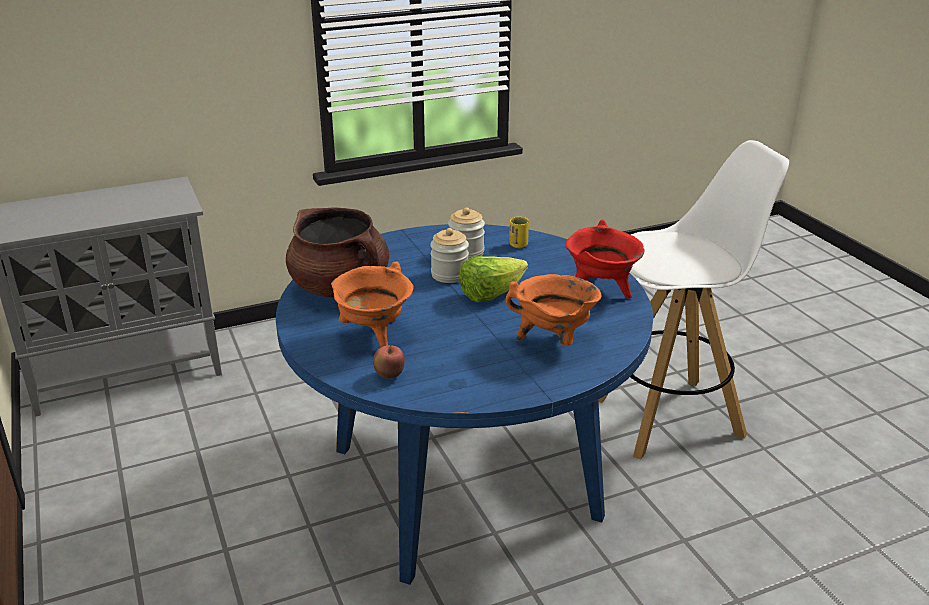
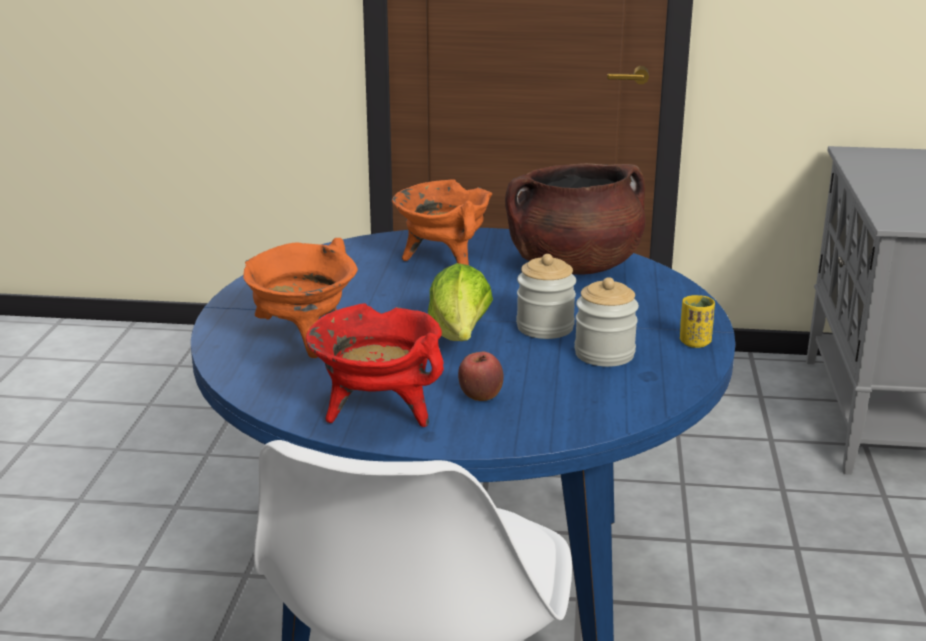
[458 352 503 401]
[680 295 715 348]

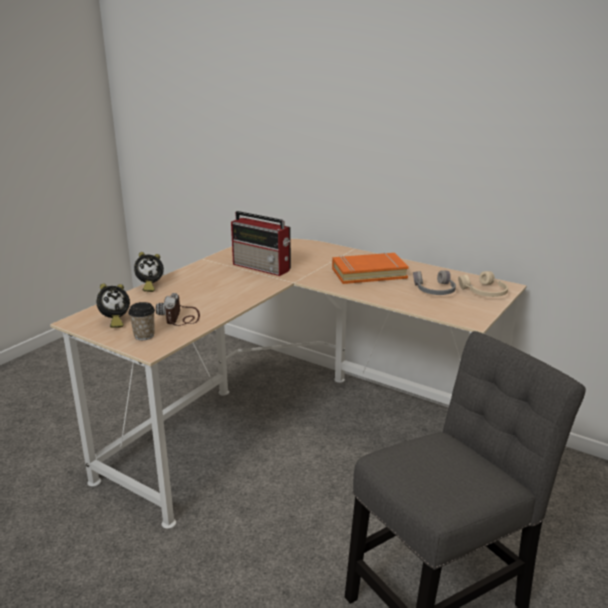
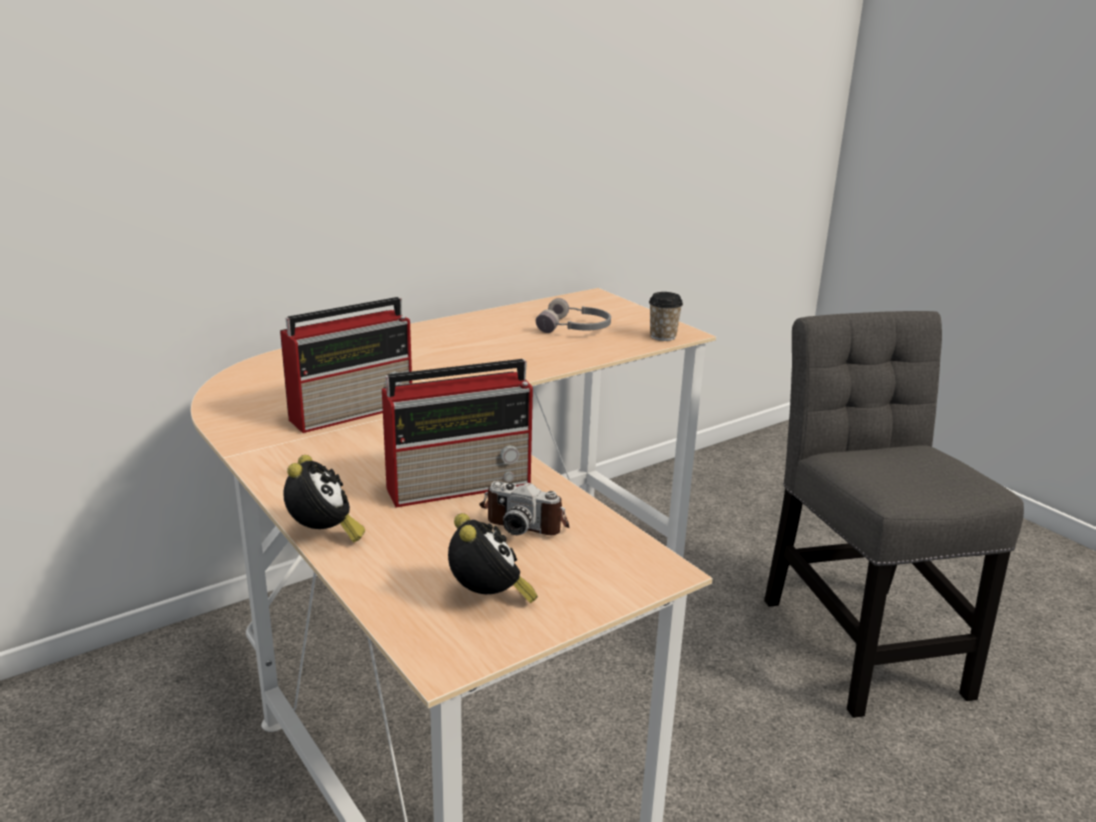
[382 359 533 508]
[649 292 683 341]
[332 252 409 284] (first image)
[458 271 508 297] (first image)

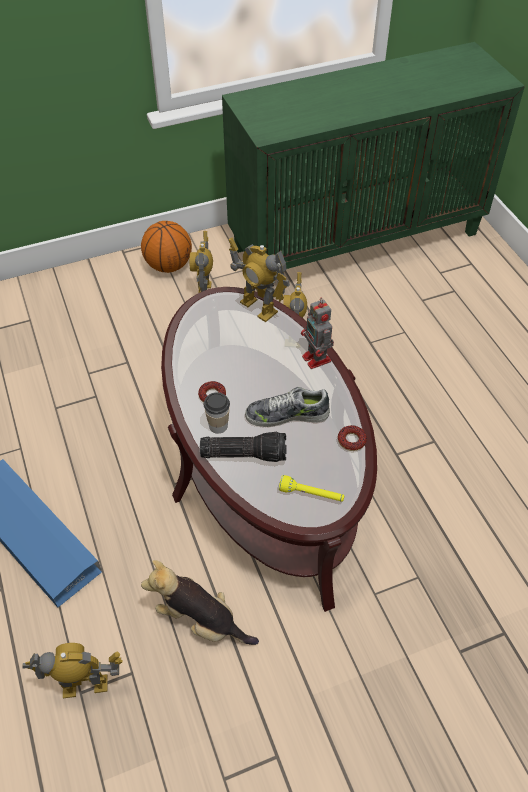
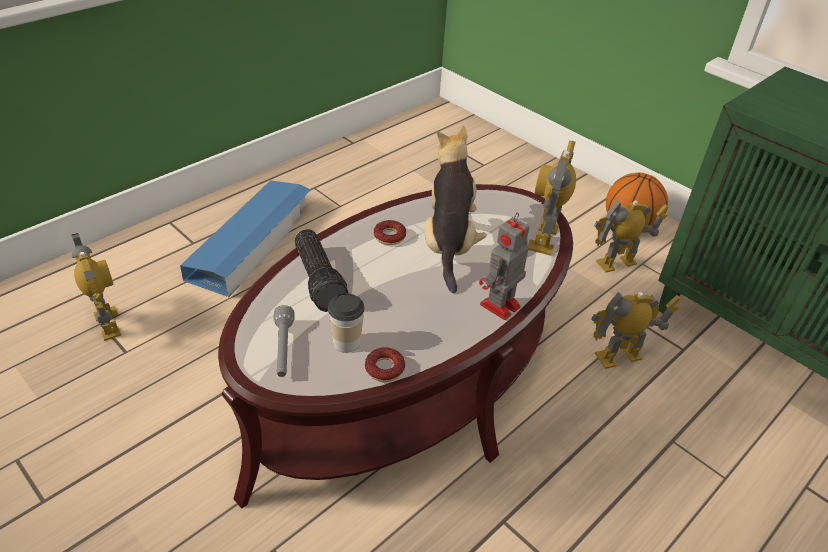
[273 305 295 377]
[328 292 364 353]
[424 126 486 293]
[245 387 330 427] (first image)

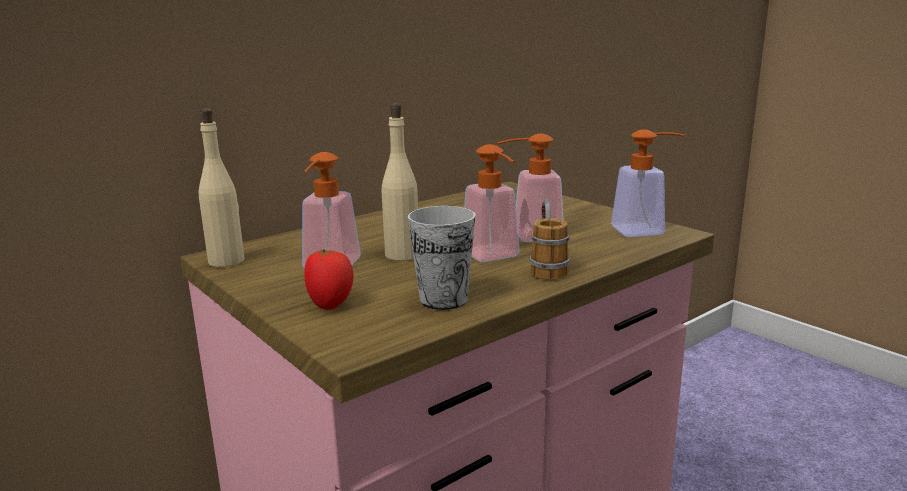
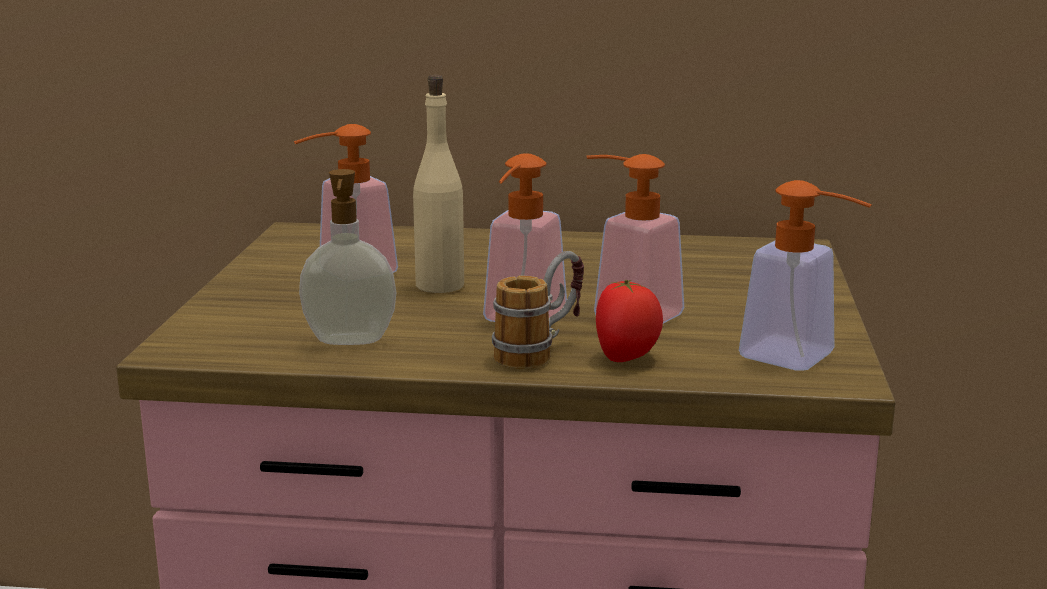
[299 169 396 345]
[596 279 663 362]
[199 108 245 267] (first image)

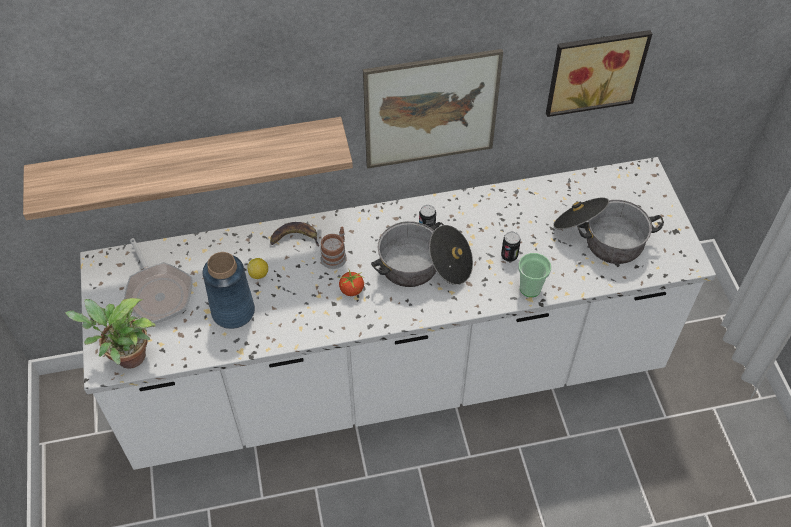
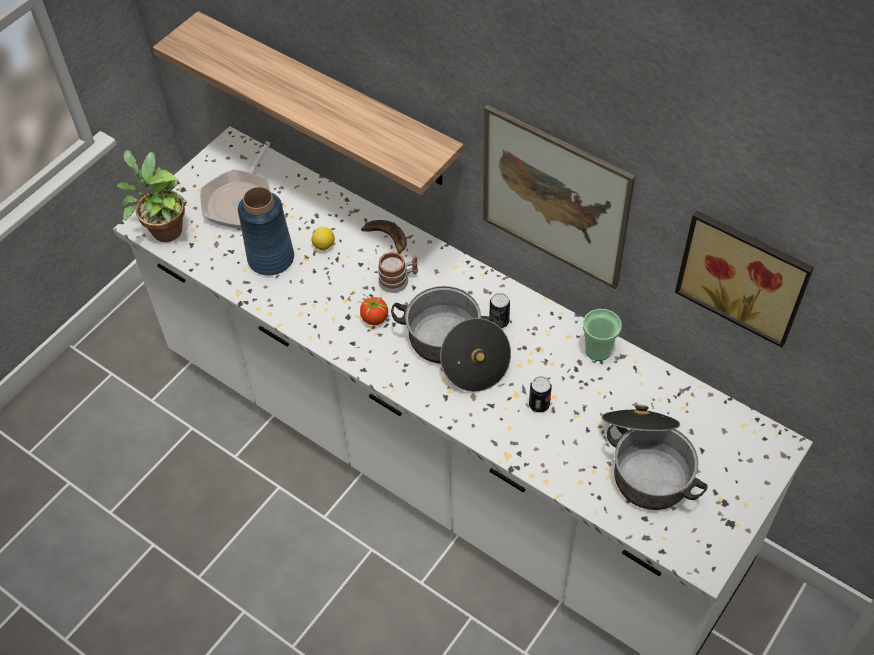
[583 309 621 361]

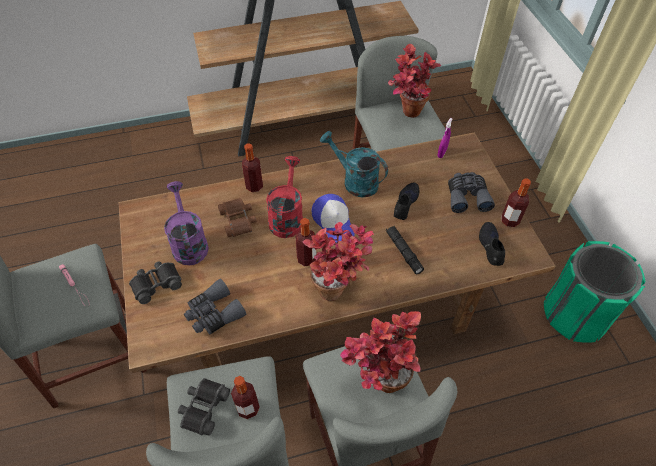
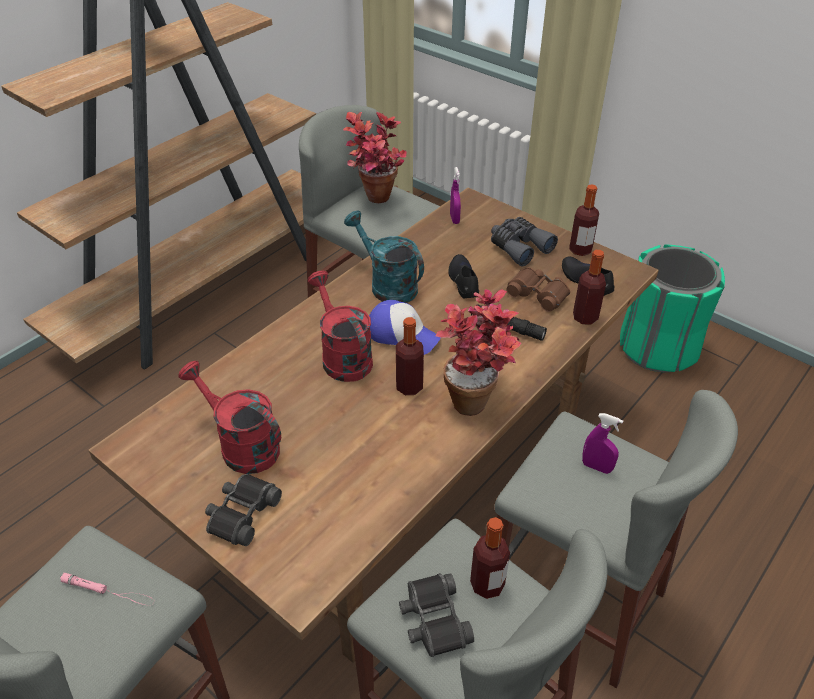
[178 361 281 474]
[344 210 424 303]
[506 267 570 312]
[573 250 606 325]
[582 413 623 474]
[184 279 246 334] (first image)

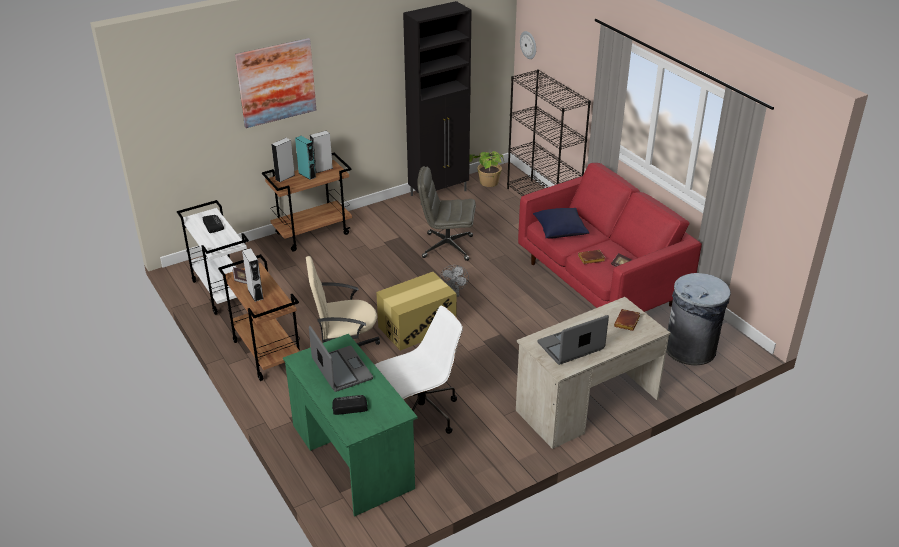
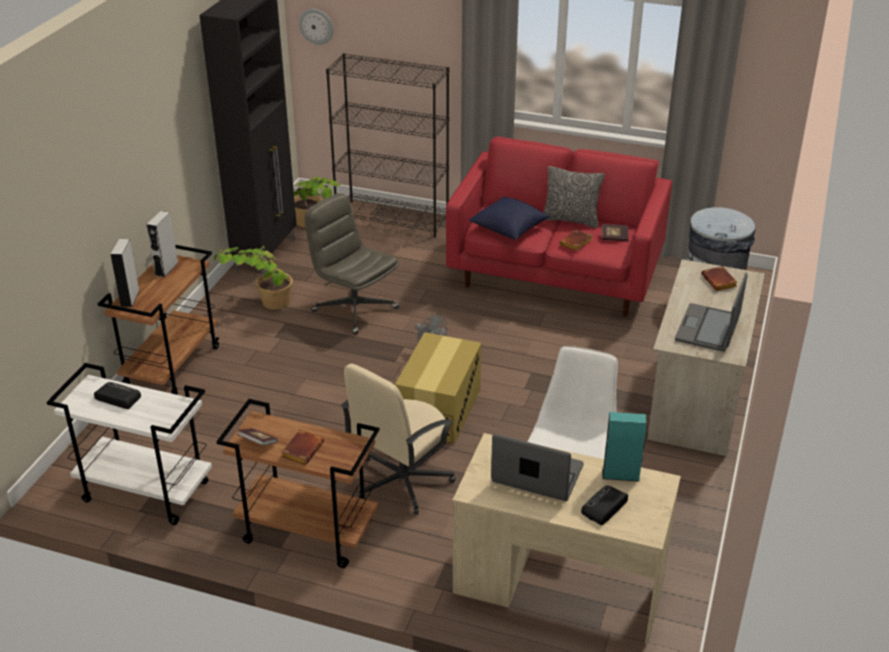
[214 245 293 310]
[281 429 324 465]
[305 193 399 335]
[452 433 681 644]
[543 166 605 228]
[602 412 647 482]
[235 38 316 128] (first image)

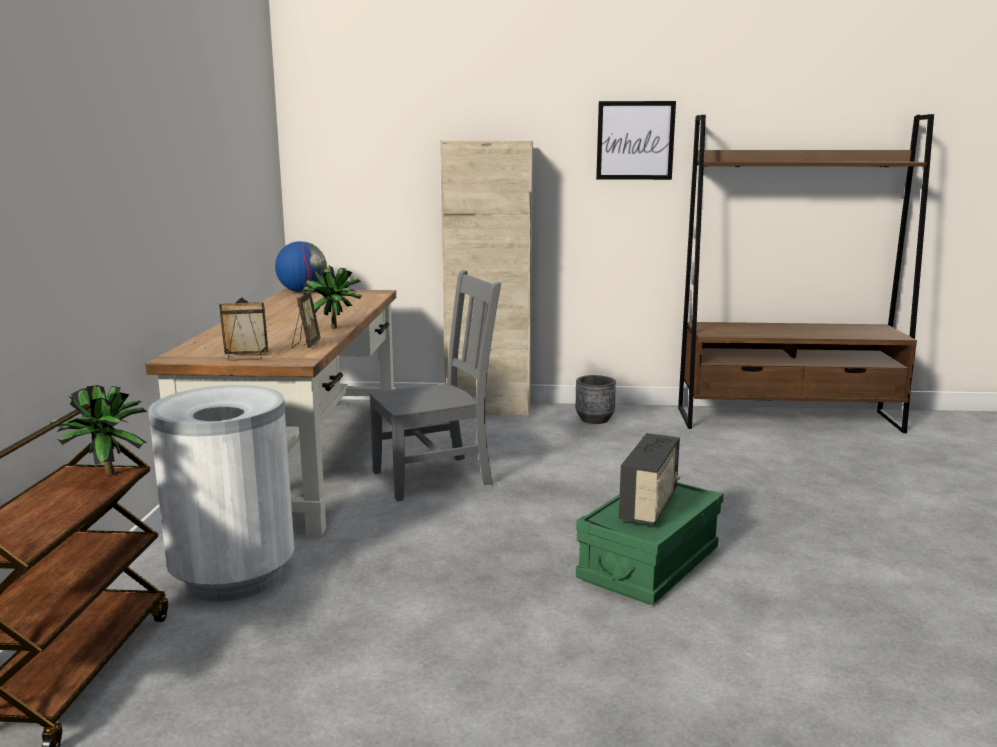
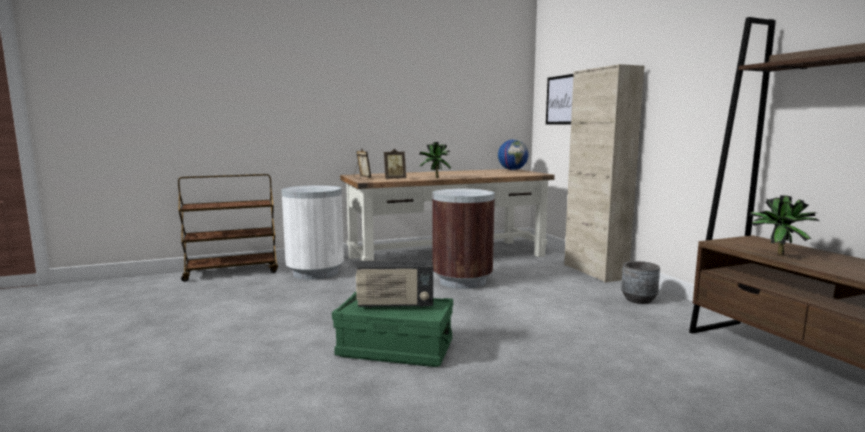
[432 189 495 289]
[546 74 574 124]
[748 195 819 256]

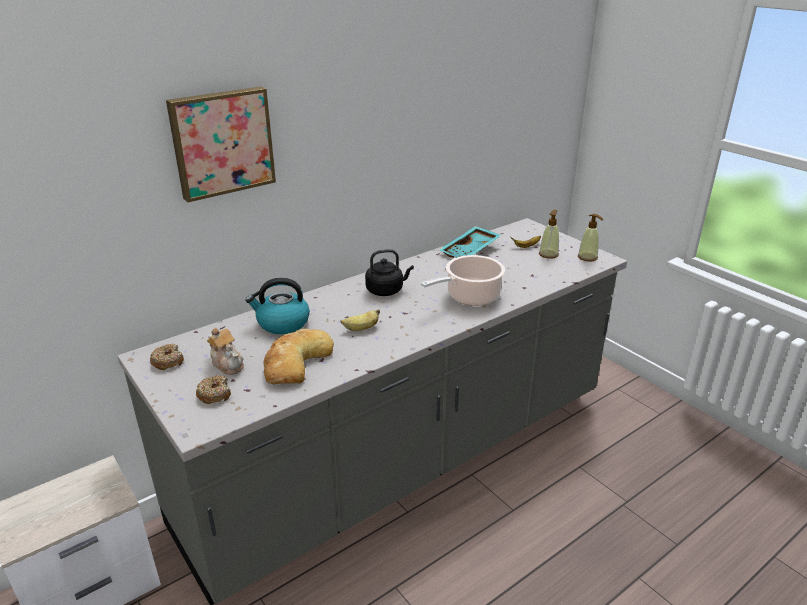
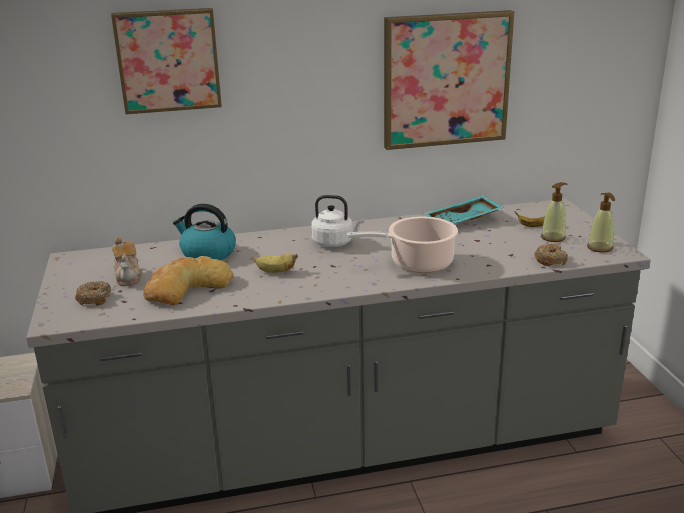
[311 195 364 247]
[384 10 514 150]
[534 244 568 266]

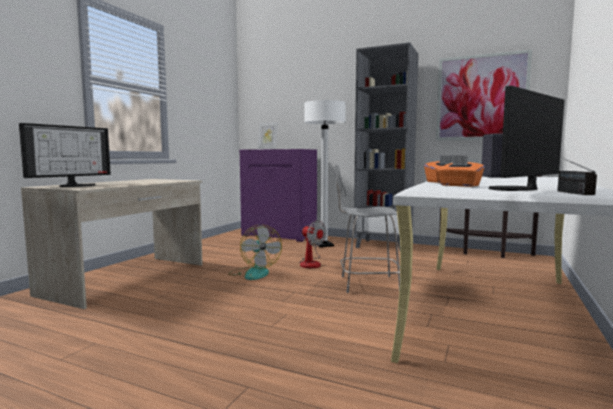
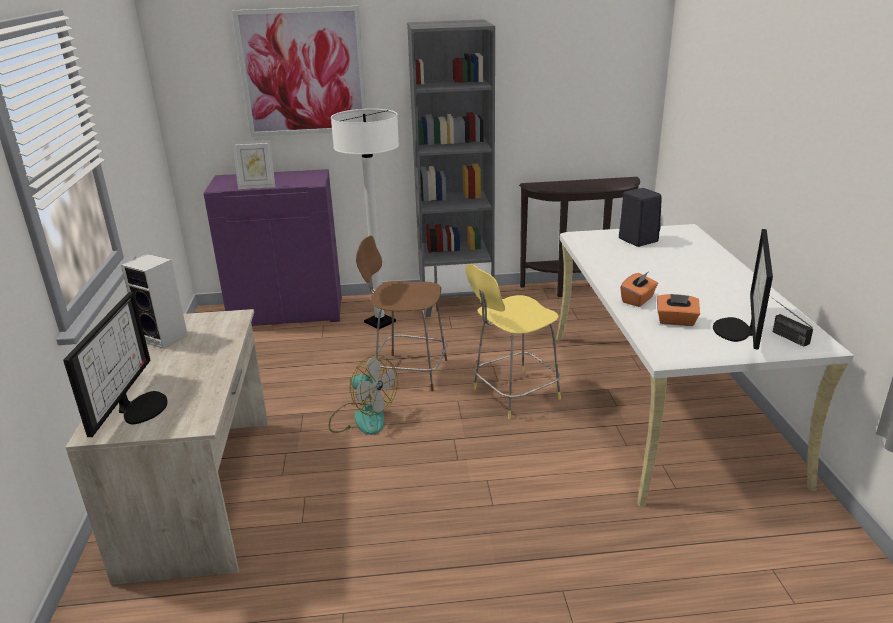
[121 254 188 349]
[232 6 367 137]
[356 235 448 391]
[466 264 561 419]

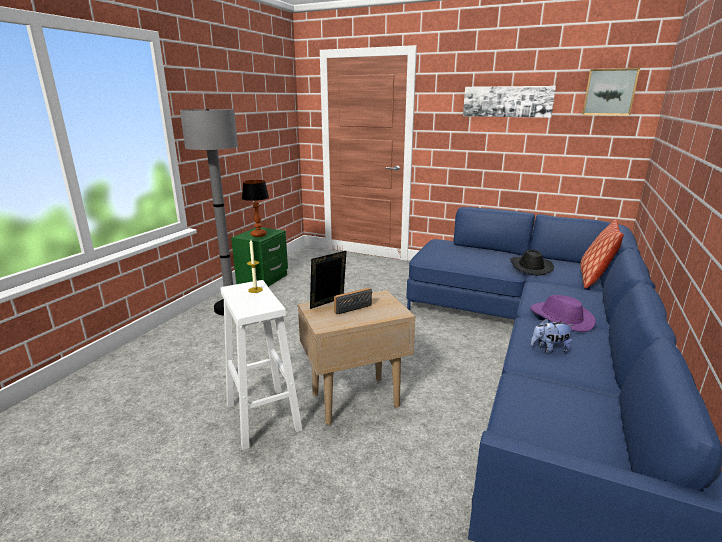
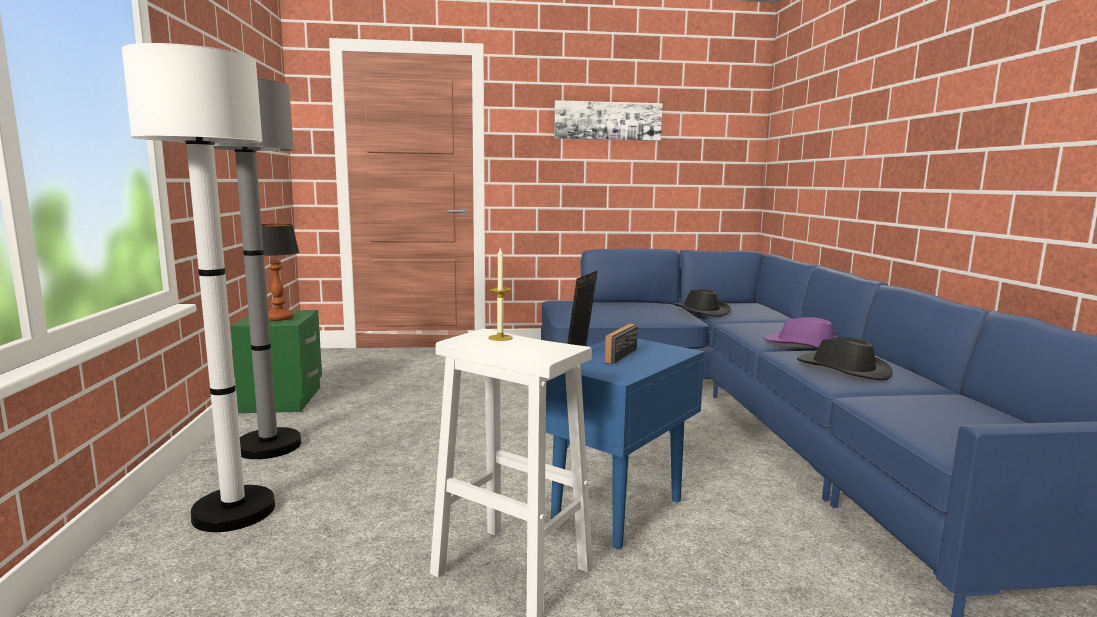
[122 43 275 532]
[546 338 705 549]
[797 337 893 381]
[580 219 624 289] (first image)
[582 68 640 116] (first image)

